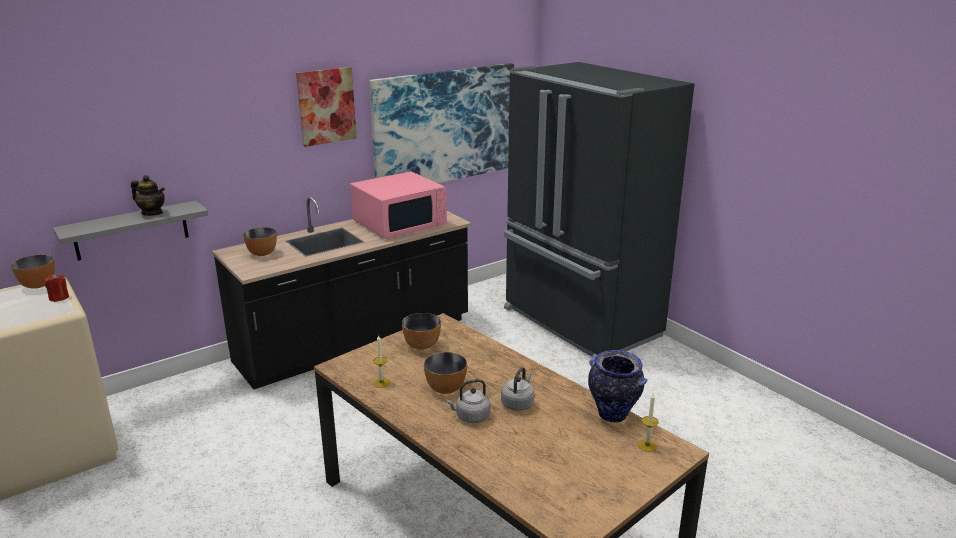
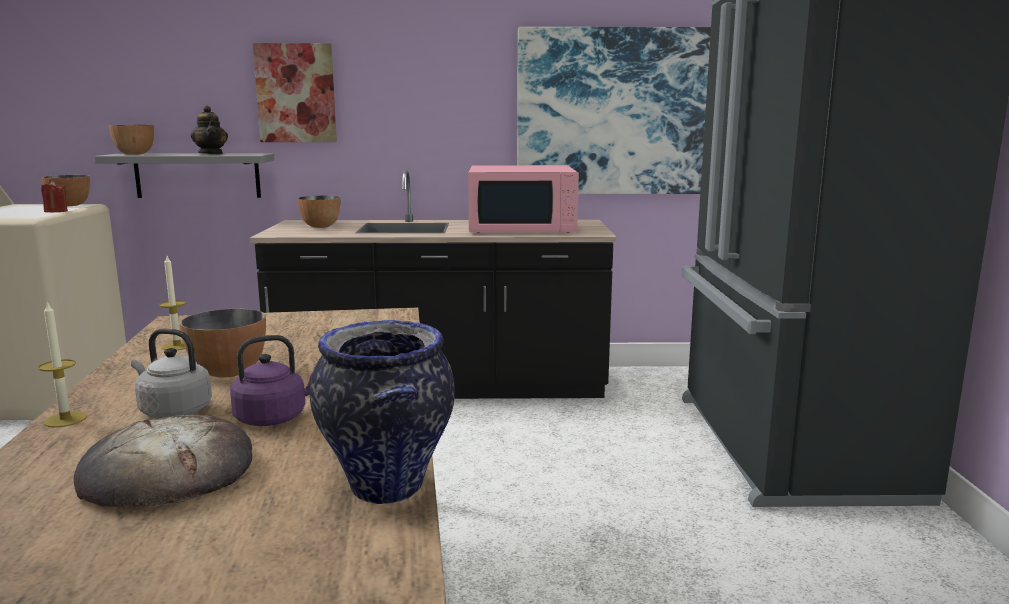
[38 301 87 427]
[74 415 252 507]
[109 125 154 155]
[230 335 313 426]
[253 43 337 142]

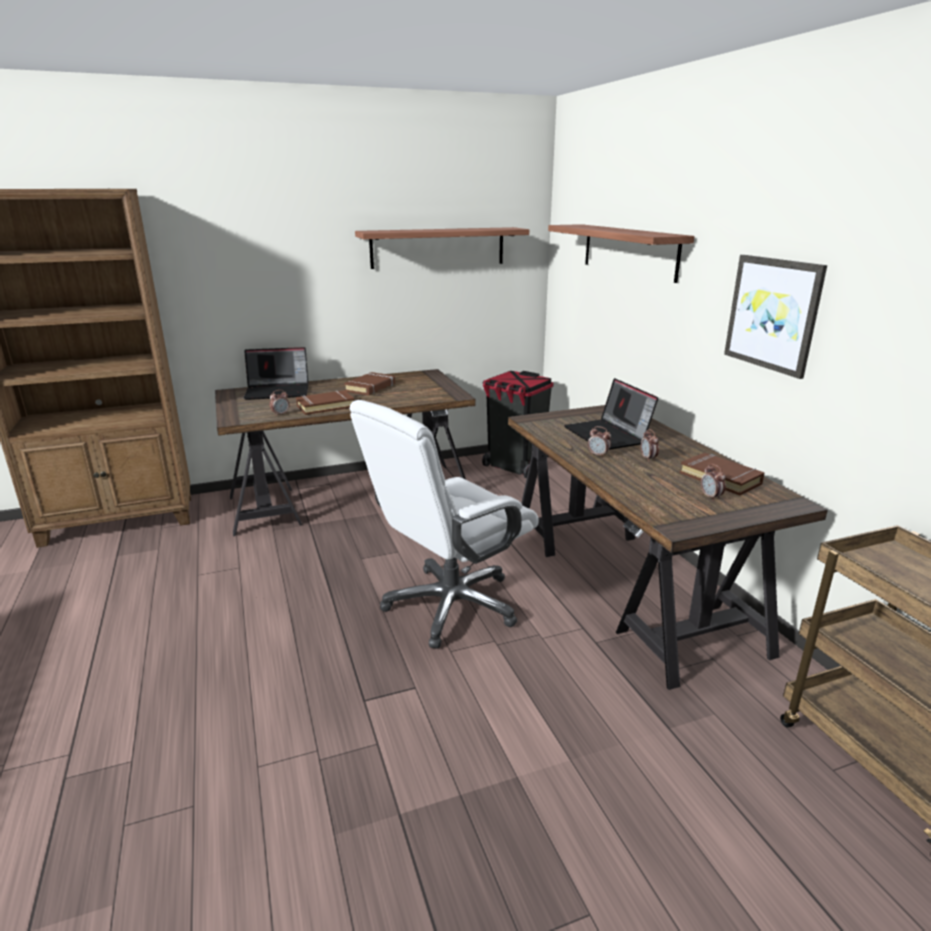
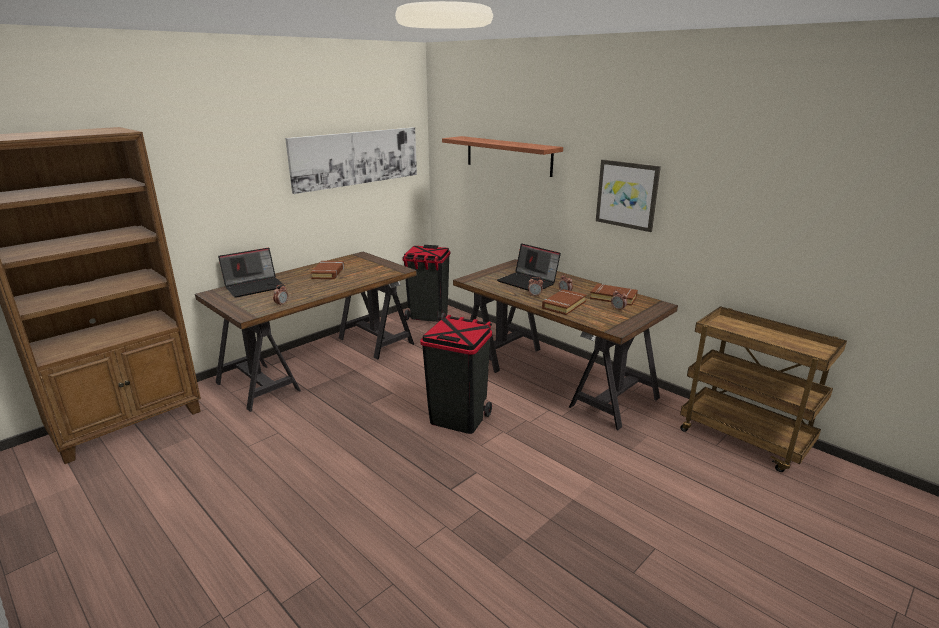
[285 127 417 194]
[420 315 492 434]
[542 289 586 315]

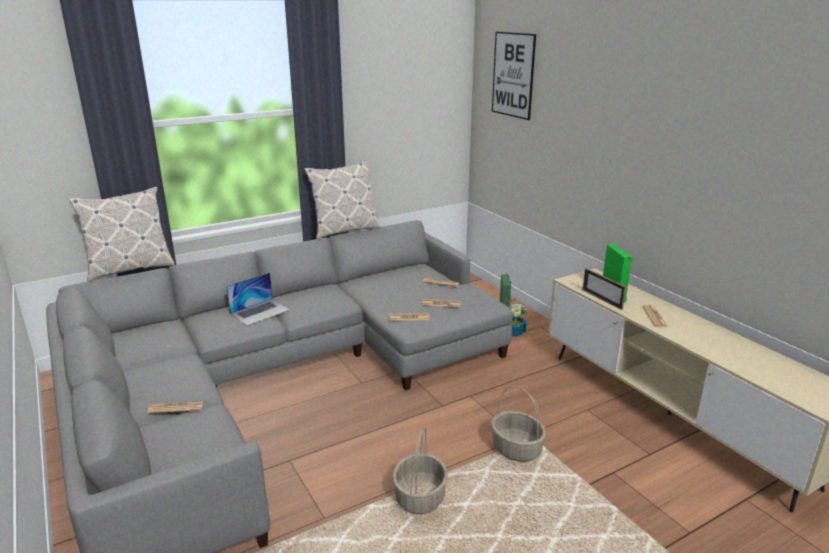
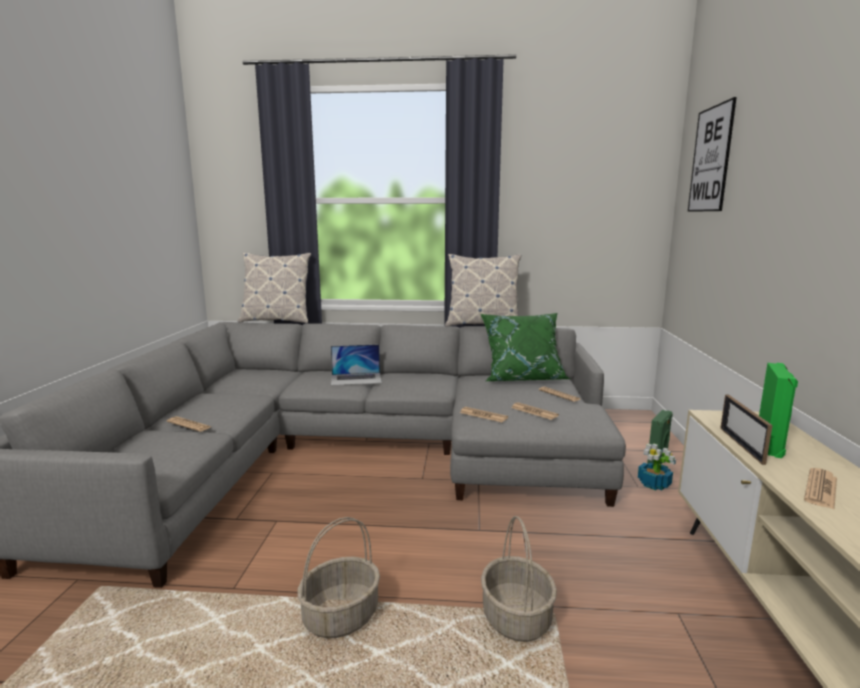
[481 313 570 381]

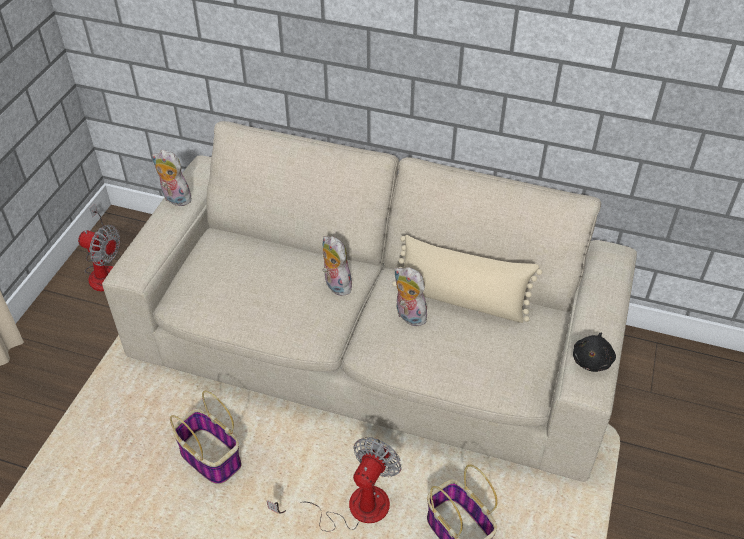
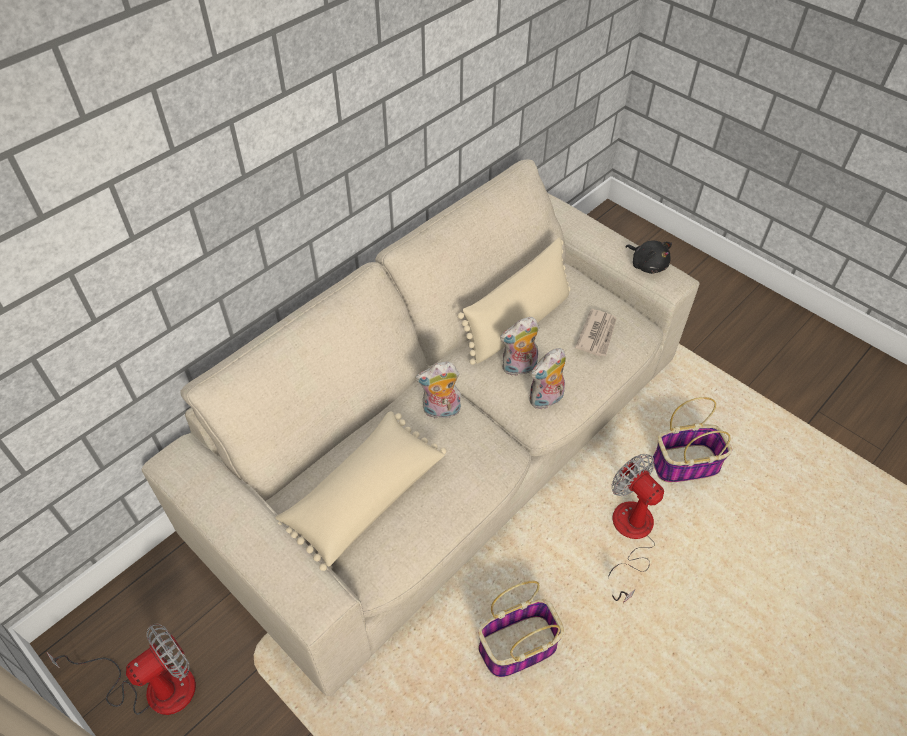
[275 412 446 571]
[529 348 566 409]
[575 309 617 356]

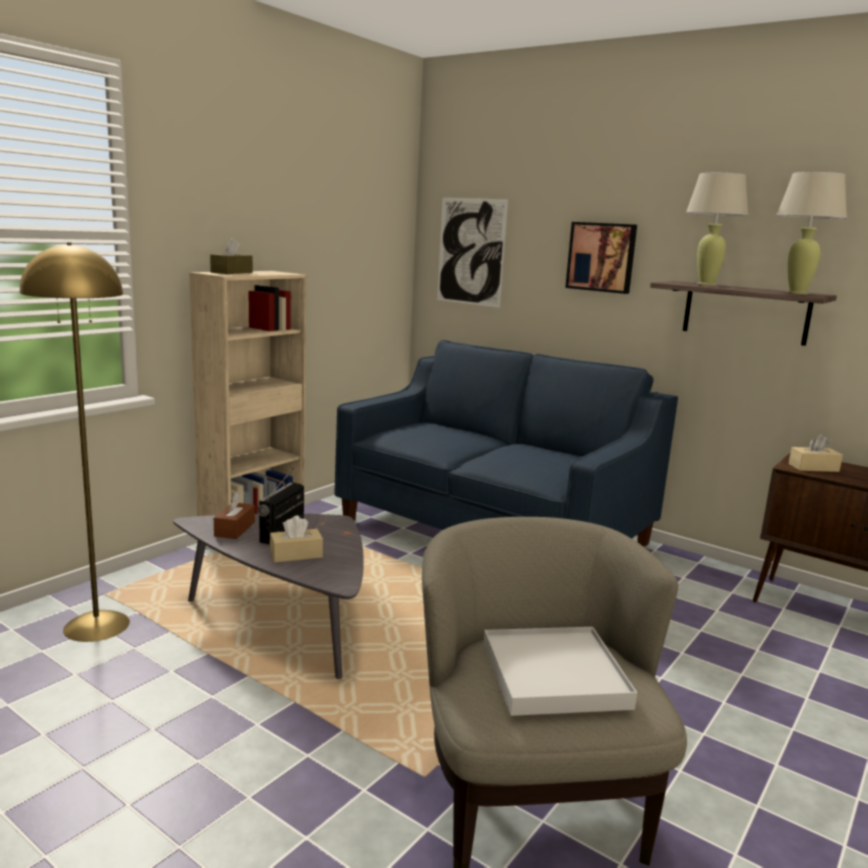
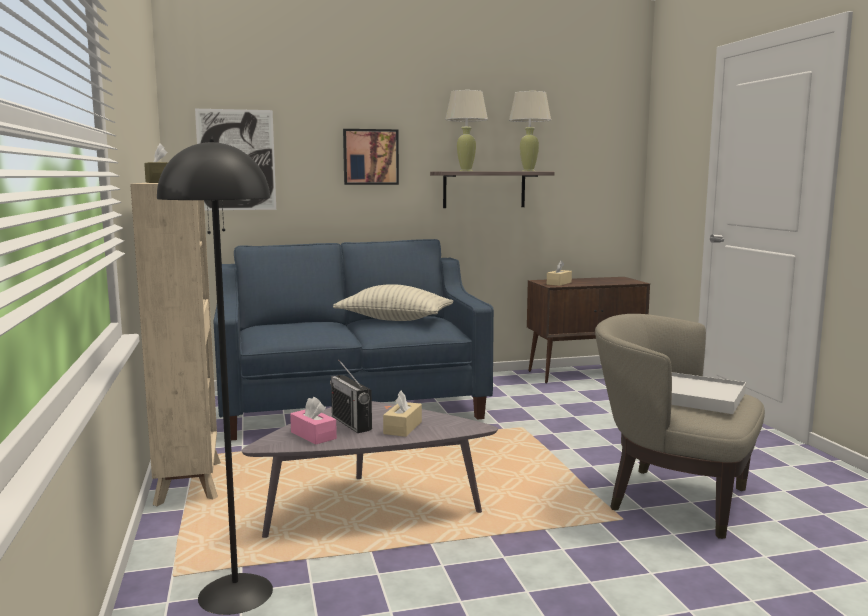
[157 139 273 615]
[290 397 337 445]
[333 284 453 321]

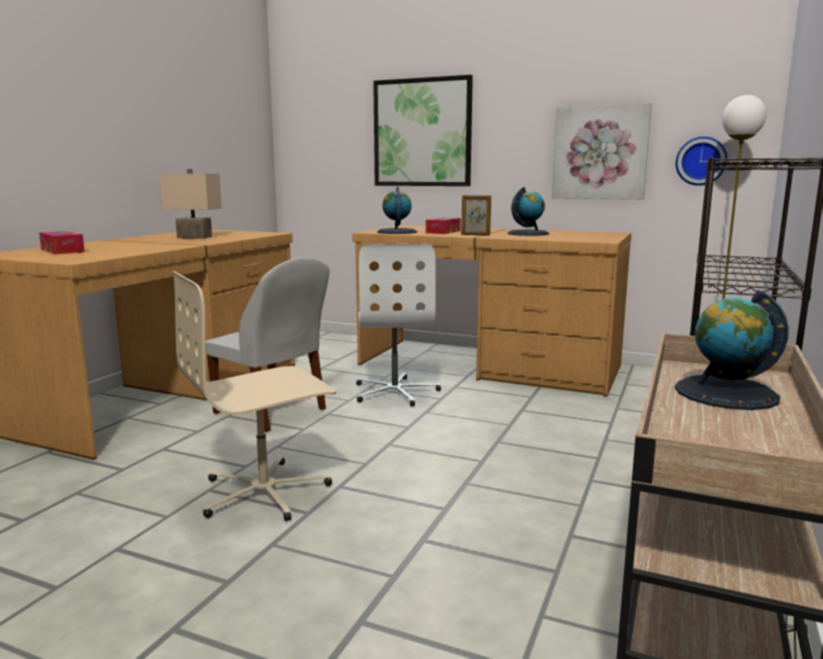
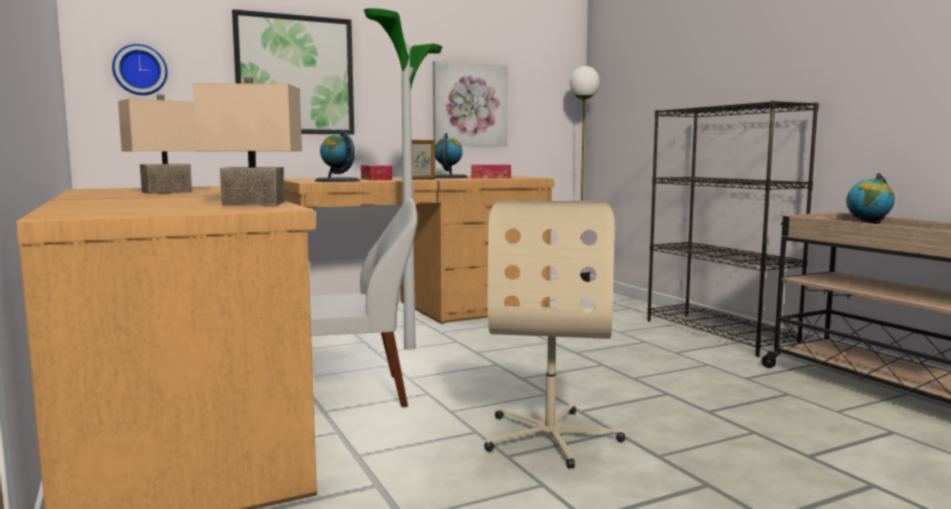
[112 44 168 95]
[192 77 302 206]
[364 8 442 350]
[471 165 511 179]

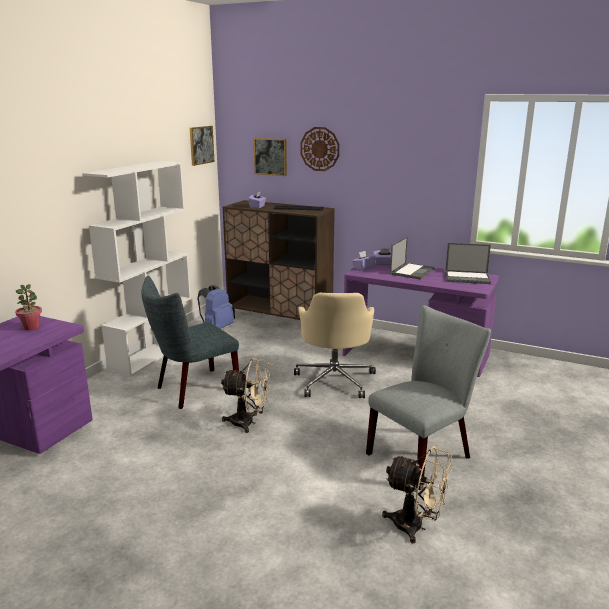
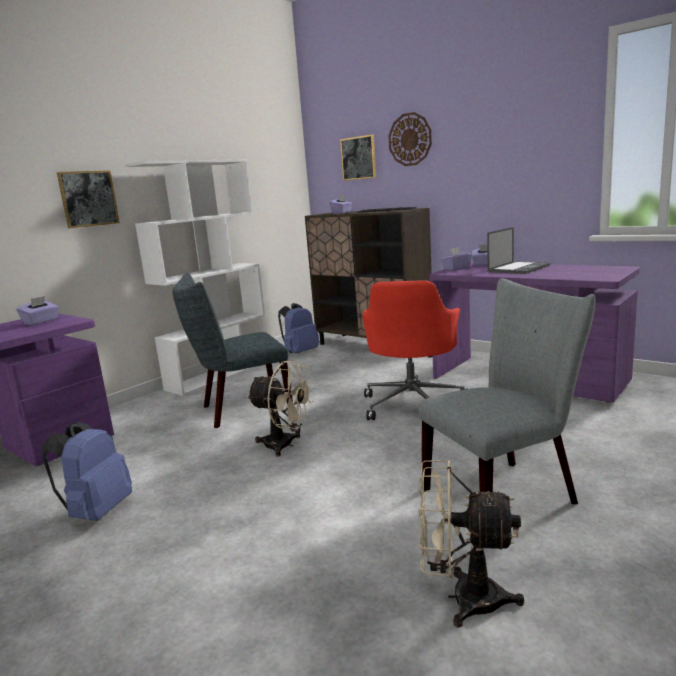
[16 296 59 325]
[42 422 132 521]
[57 170 120 228]
[362 280 465 420]
[418 460 524 627]
[445 243 491 284] (first image)

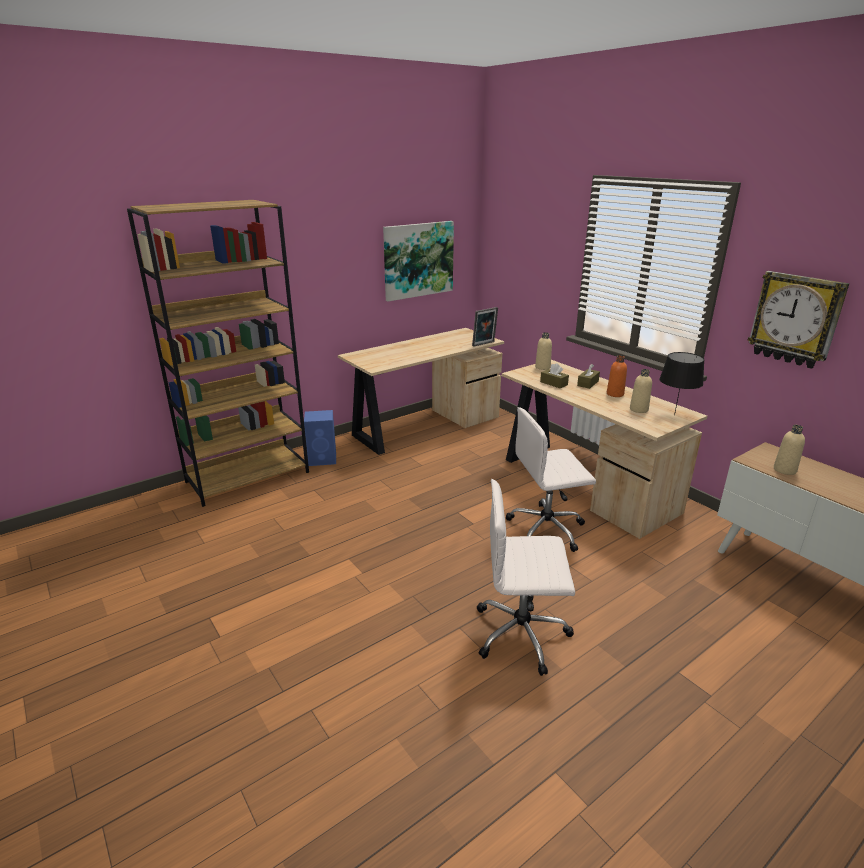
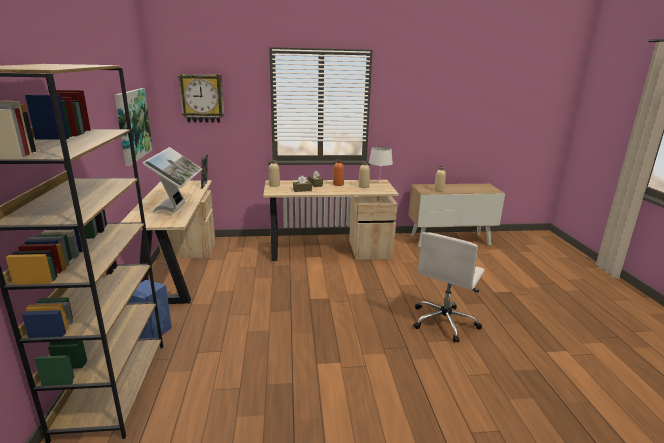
[142 147 202 213]
[178 74 224 123]
[369 146 393 184]
[506 407 596 552] (first image)

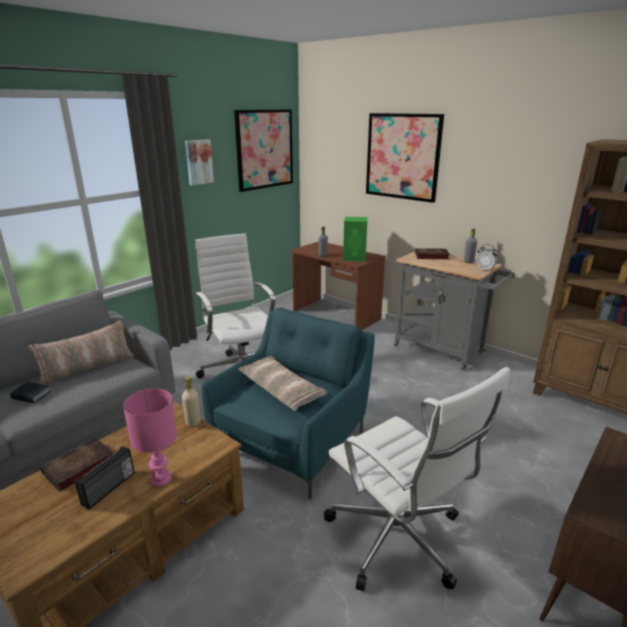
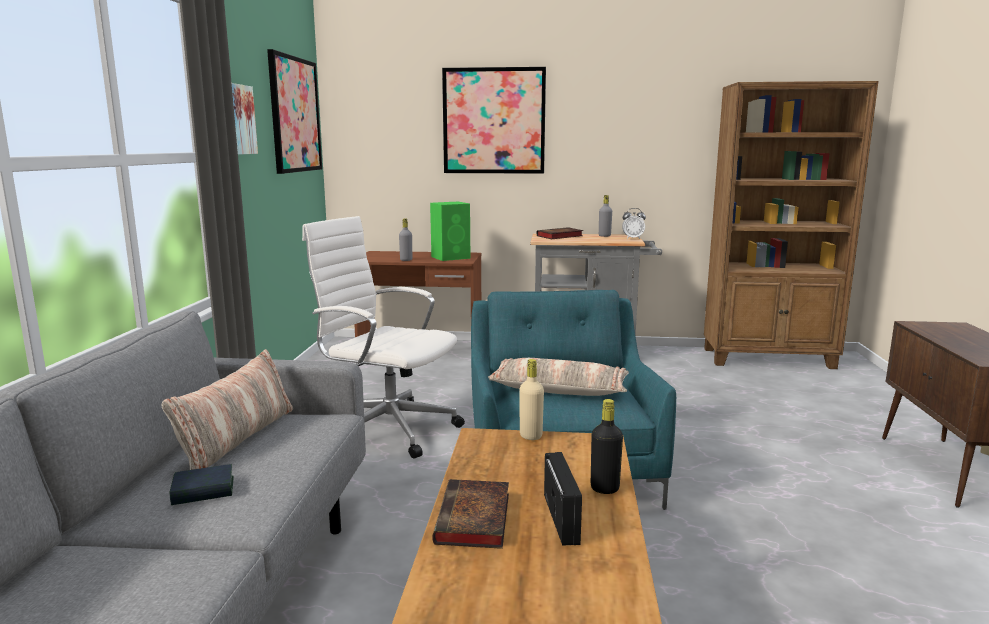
[591 399 623 494]
[324 367 510 591] (first image)

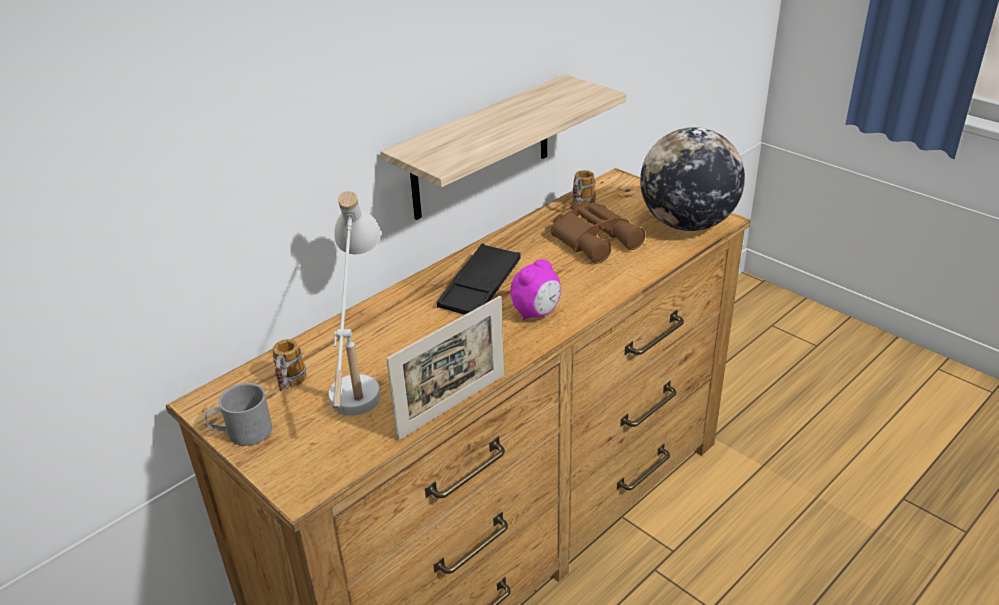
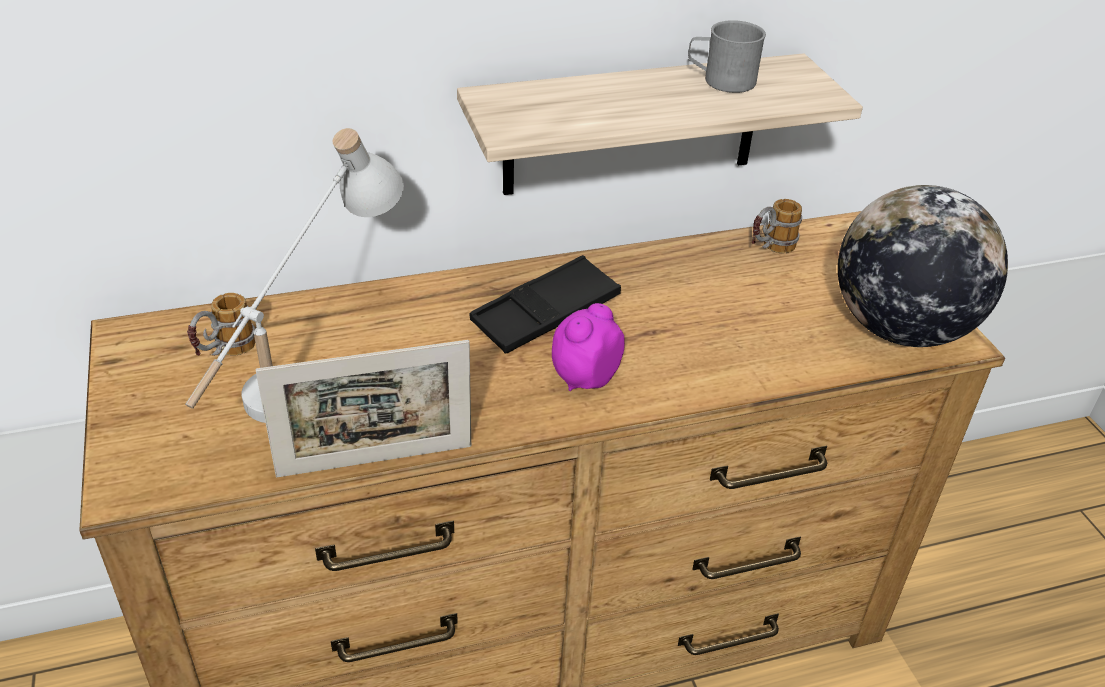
[552 303 625 391]
[688 20 766 93]
[551 202 645 264] (first image)

